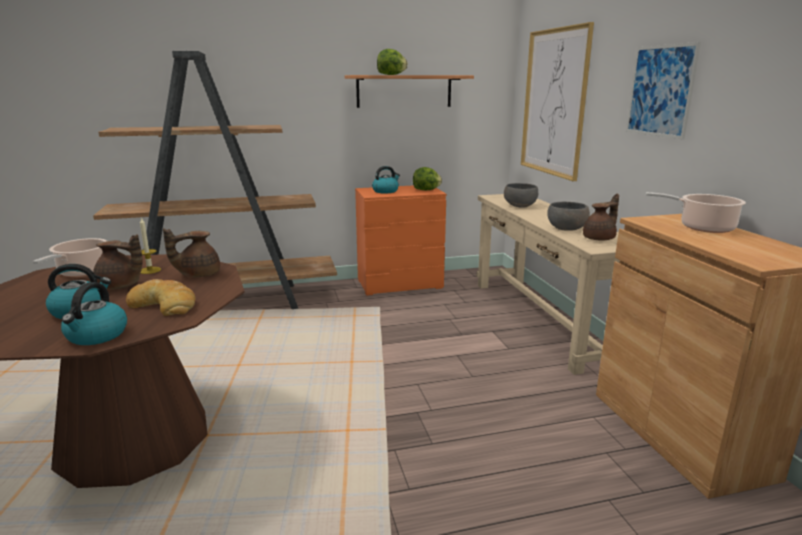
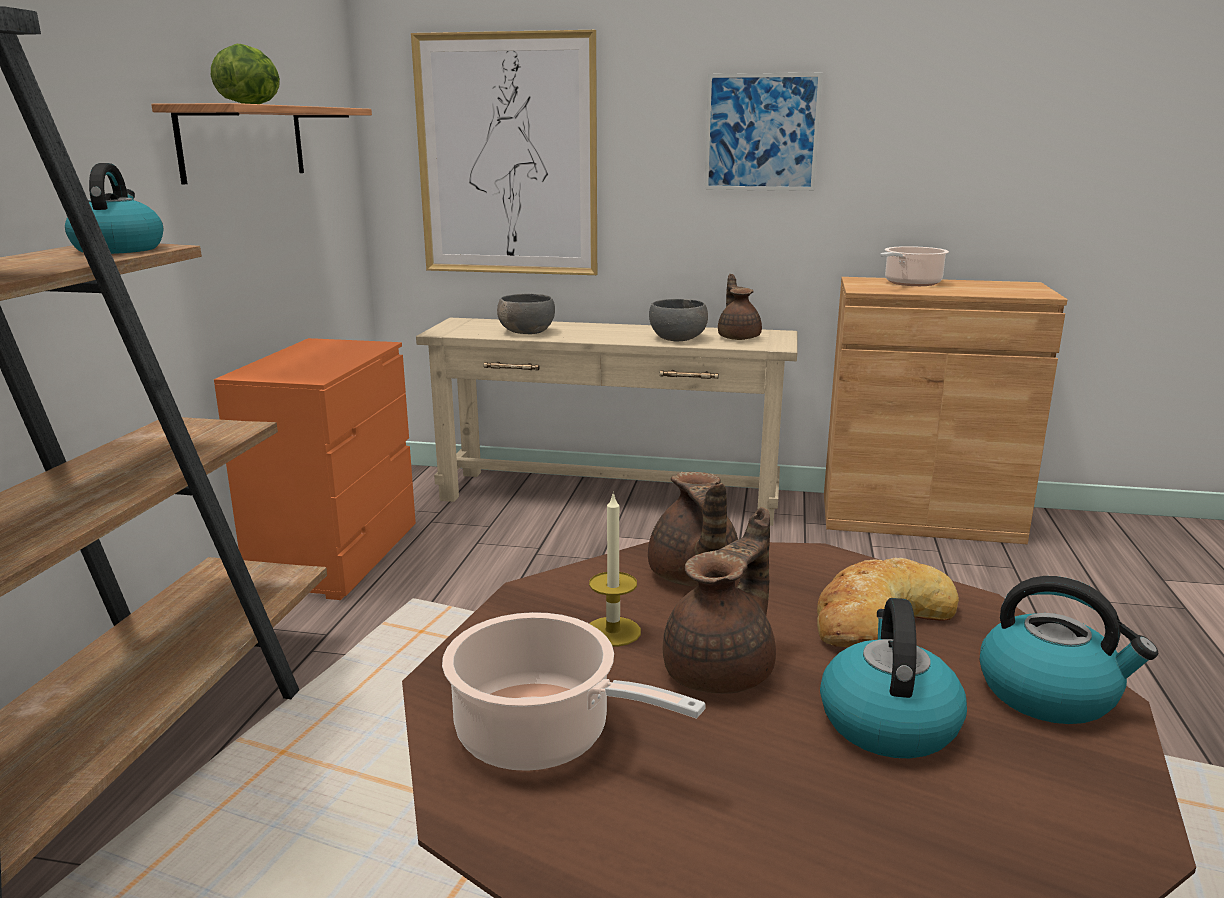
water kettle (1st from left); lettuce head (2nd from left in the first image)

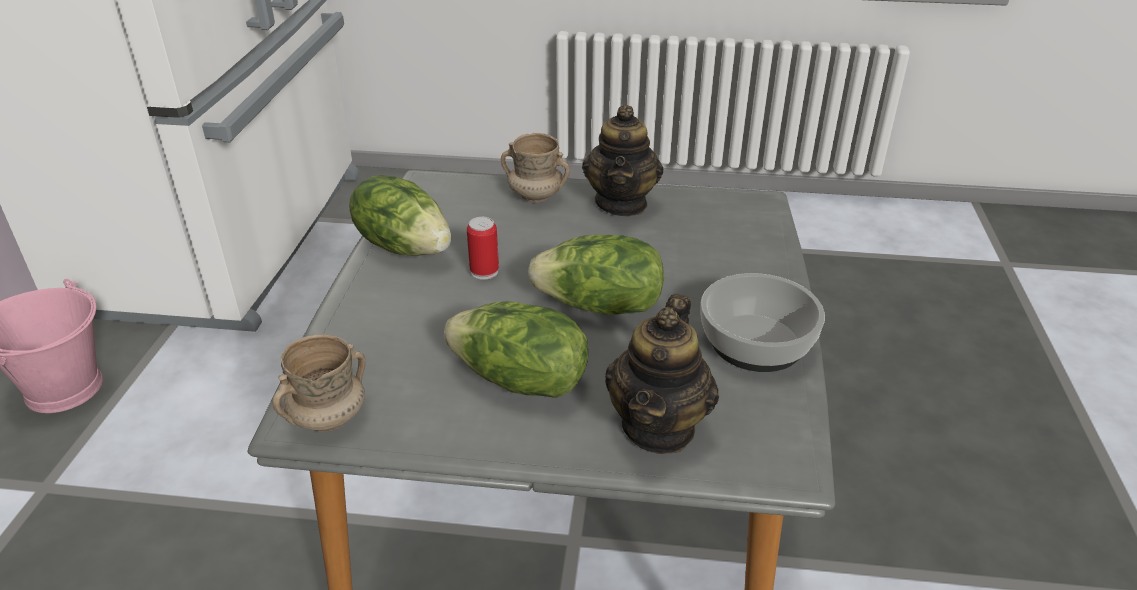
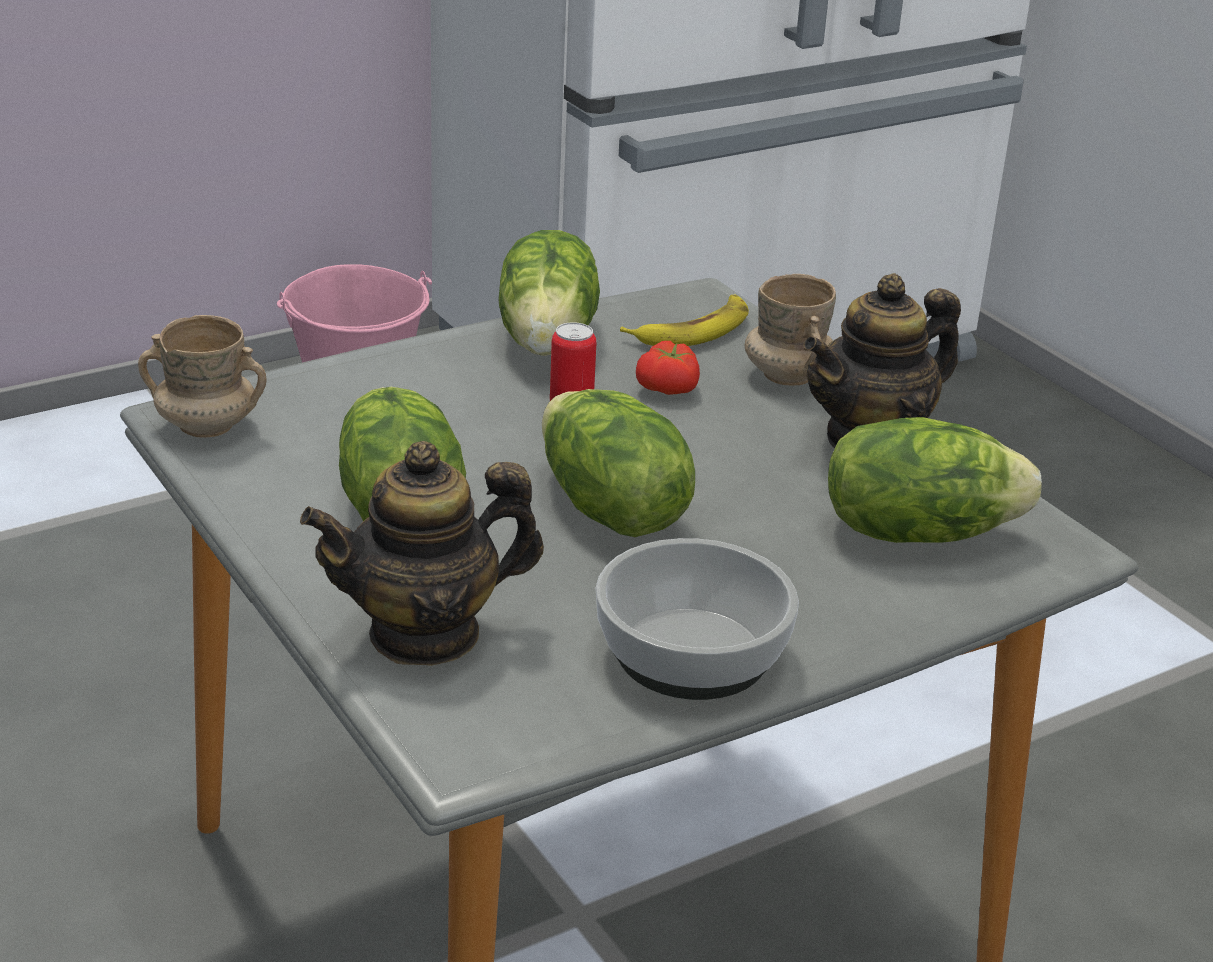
banana fruit; fresh tomato; lettuce head (4th from left)

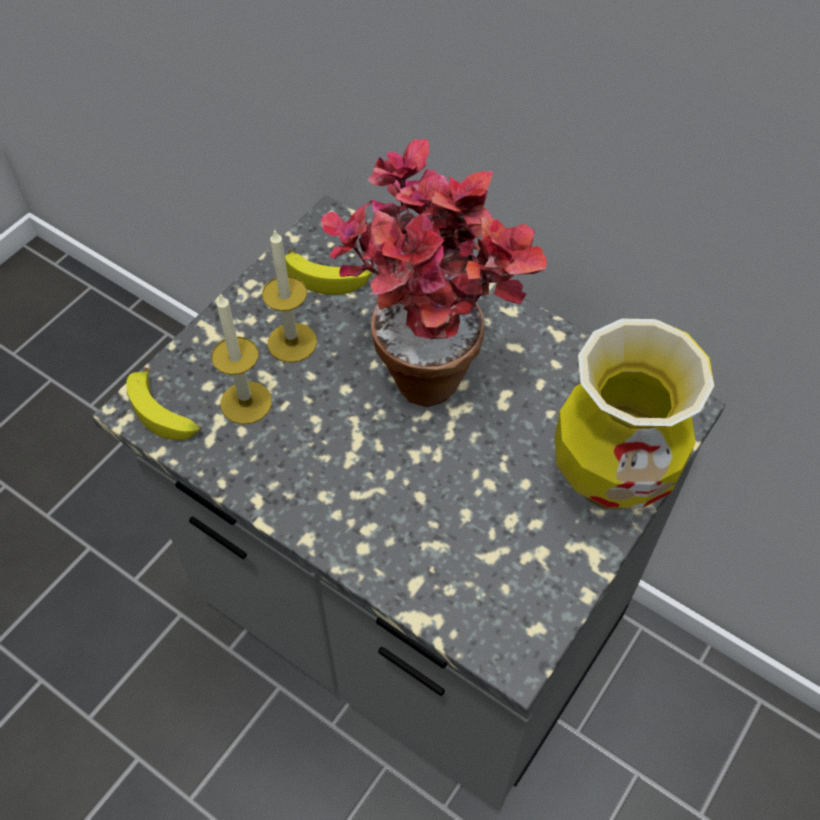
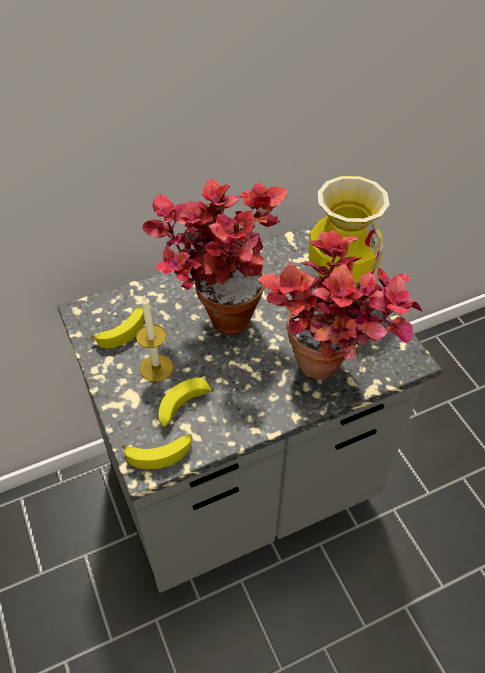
banana fruit (3rd from left); potted plant (2nd from left)

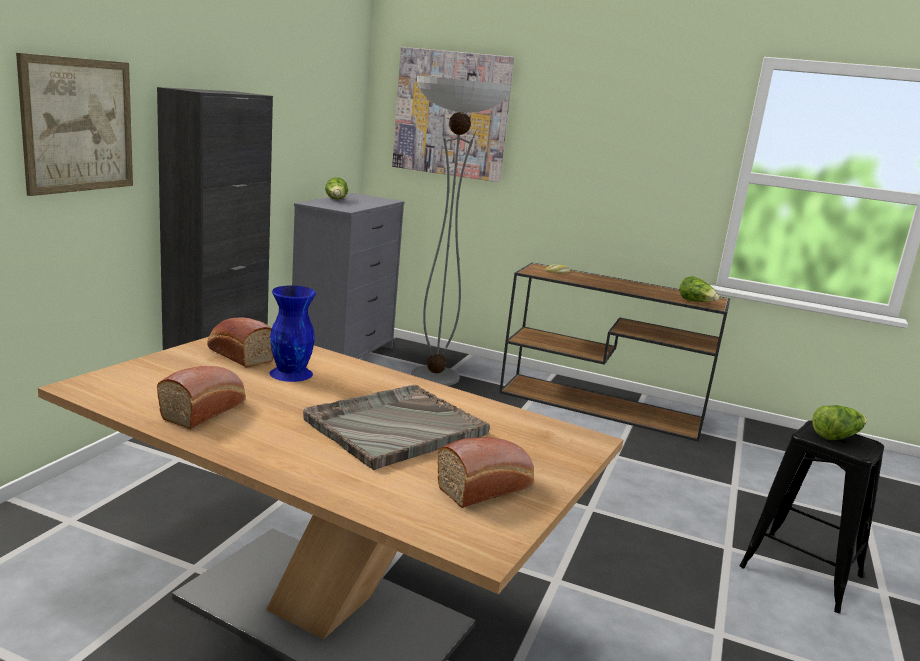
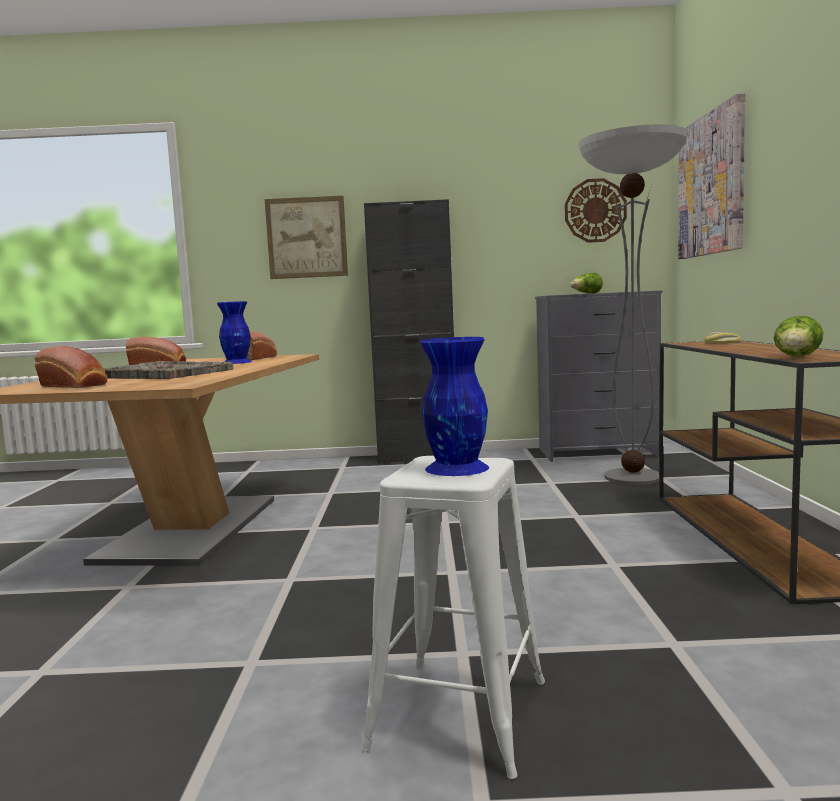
flower vase in bluish (2nd from left); stool seat in white-coloured; wall clock

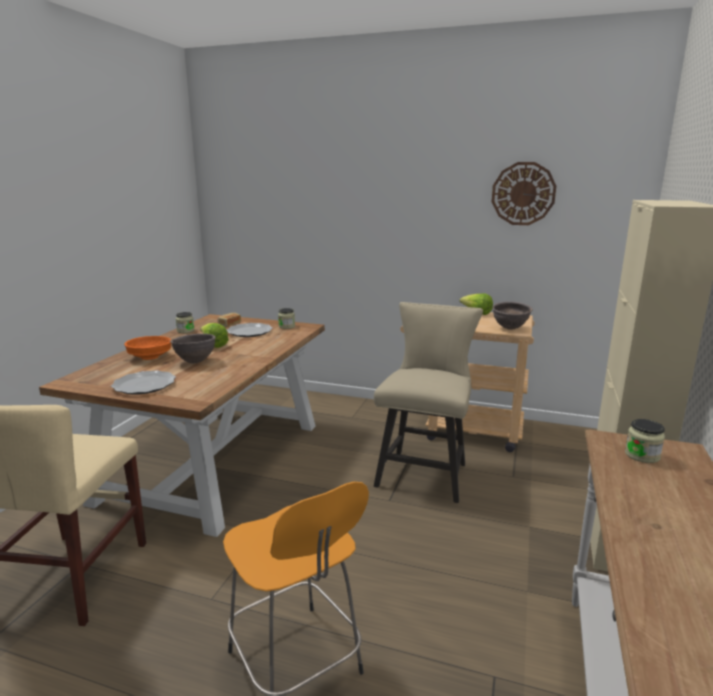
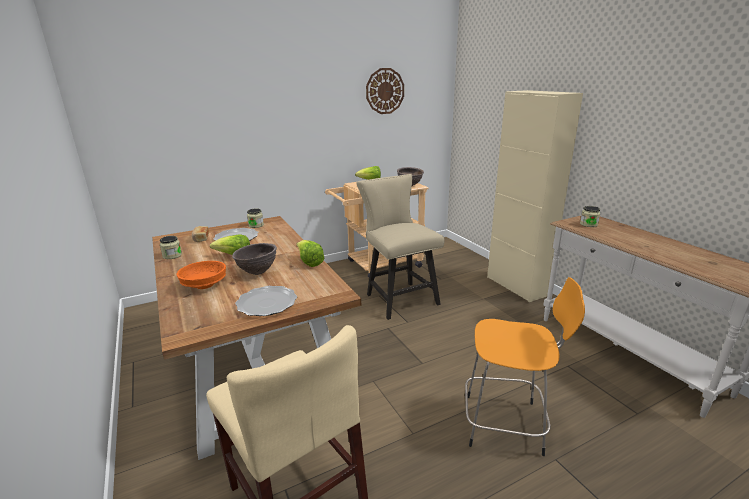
lettuce head (2nd from left)

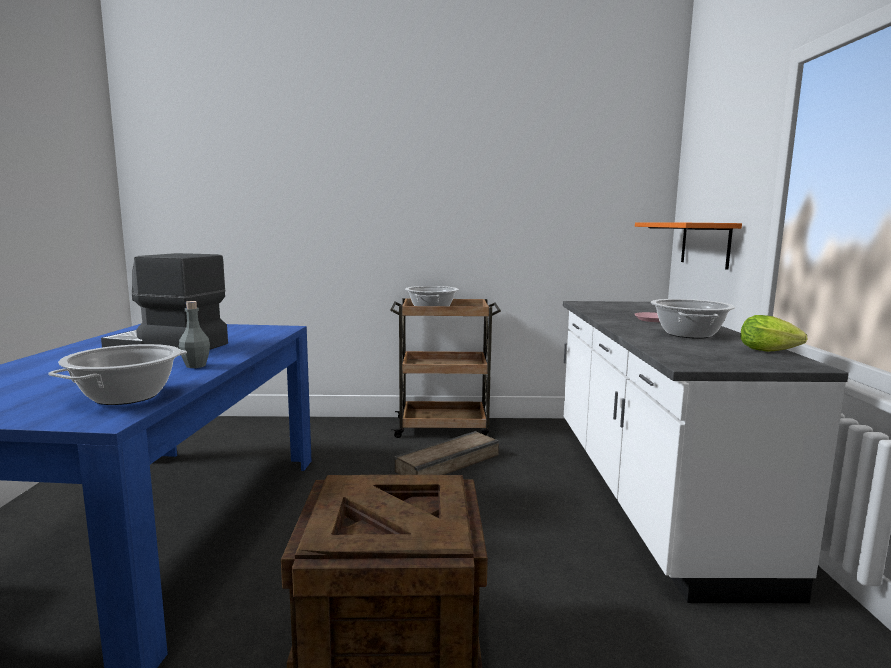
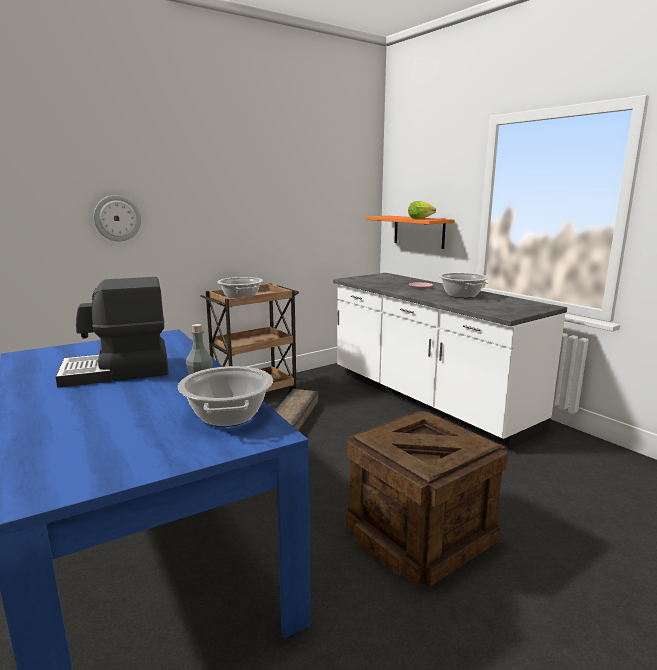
lettuce head; wall clock

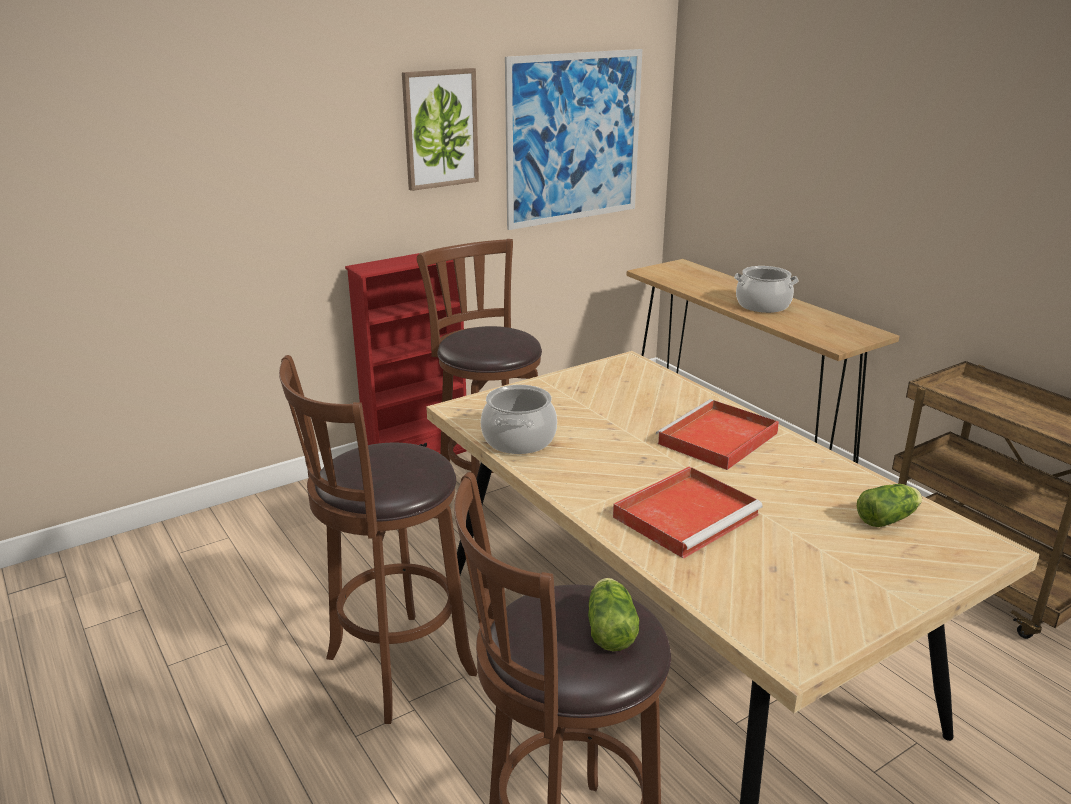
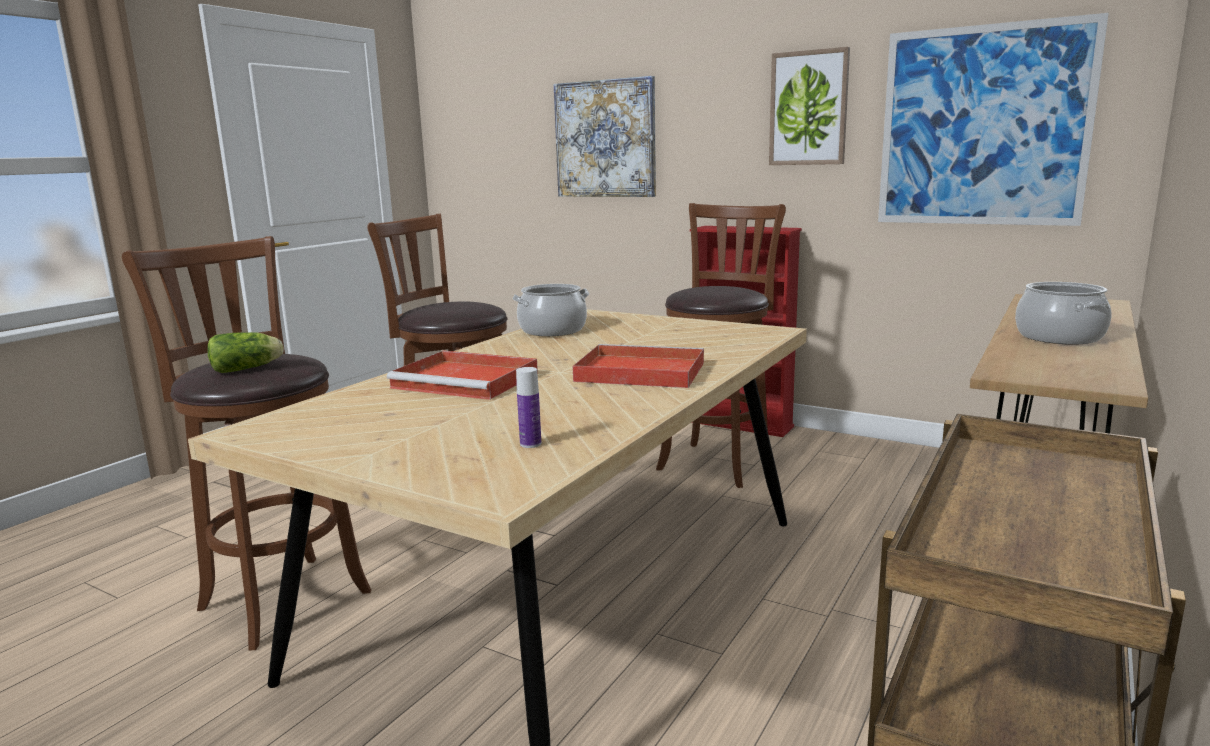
beverage bottle; wall art (1st from left)

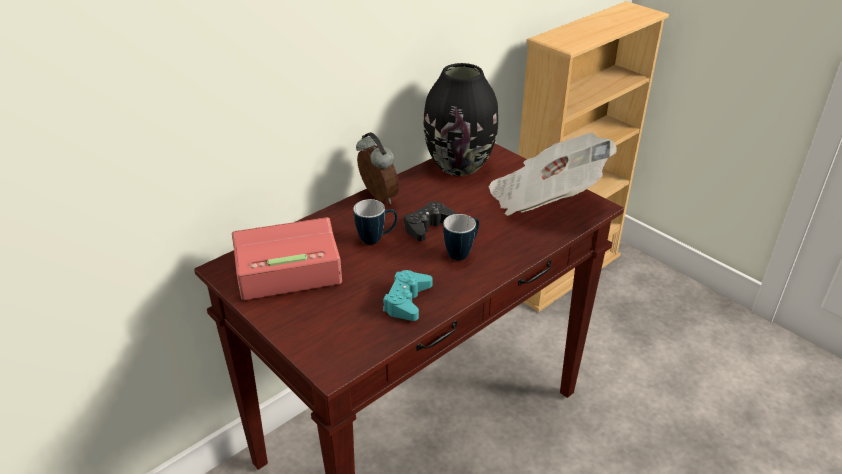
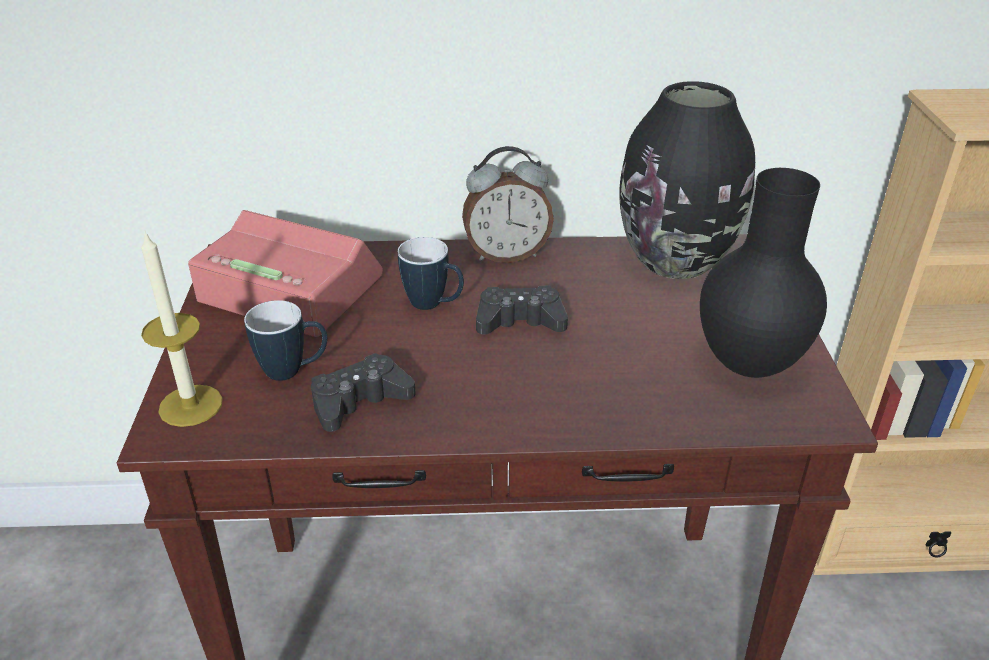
bedside clock (2nd from left); flower vase in black (2nd from left); coffee mug (1st from left); game controller in black (1st from left); wax candle

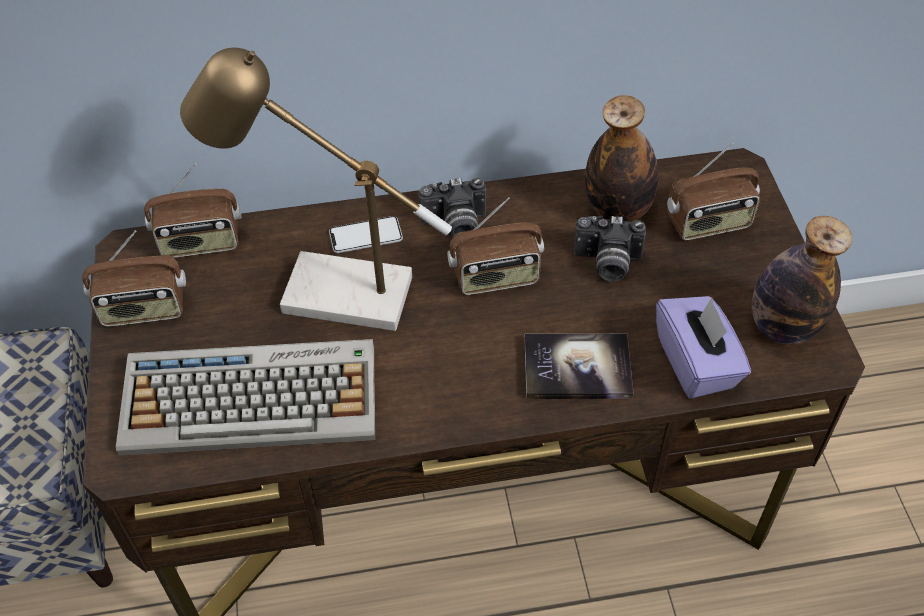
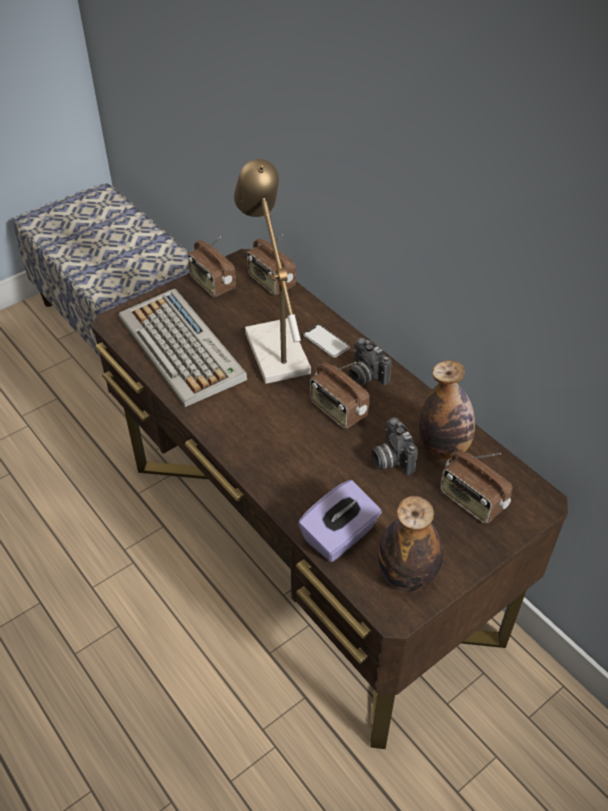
book

